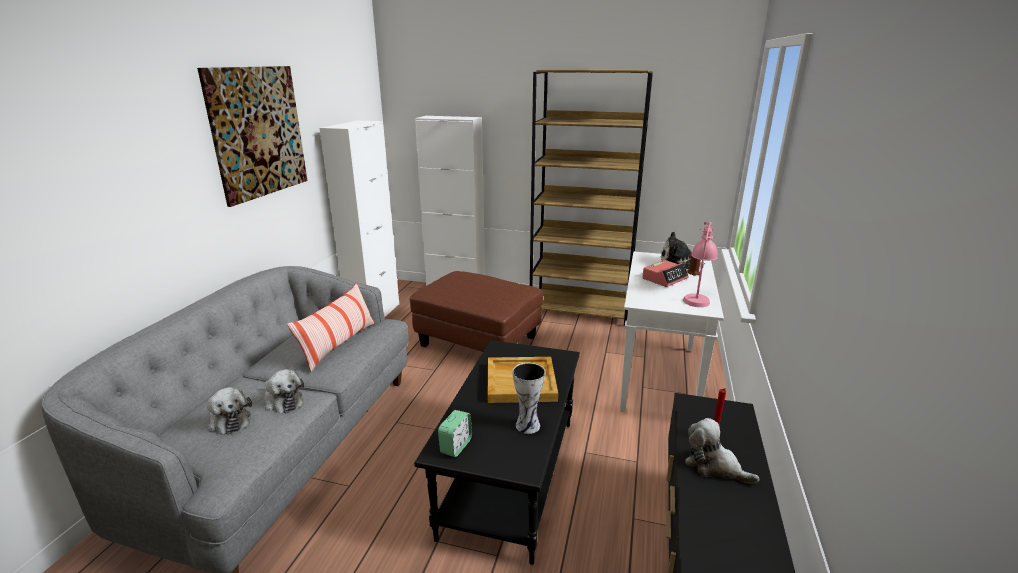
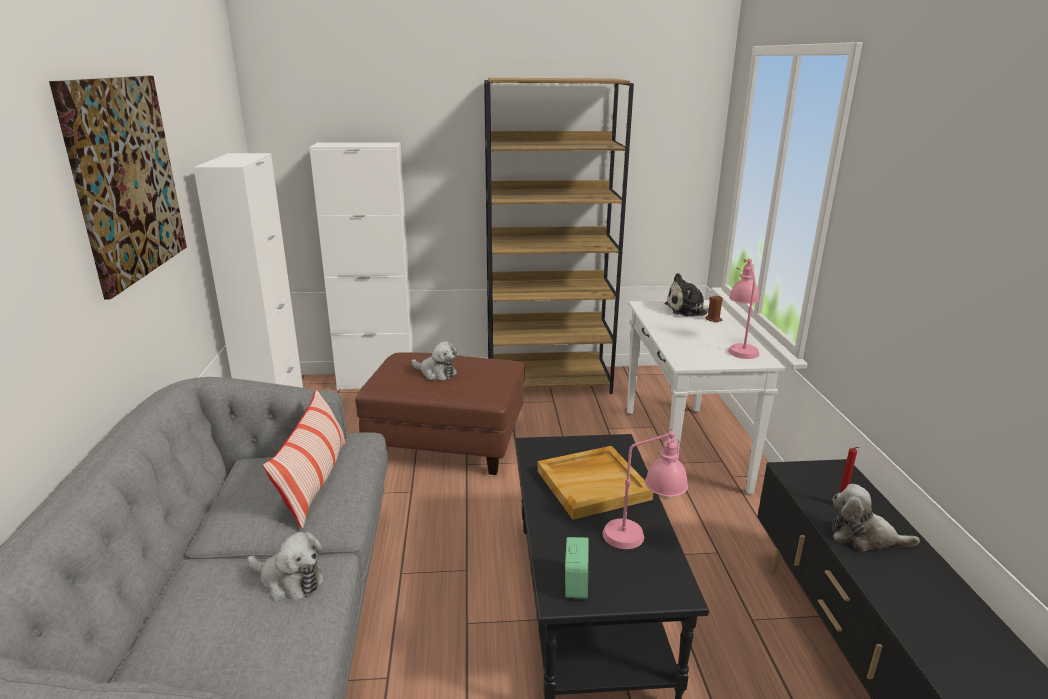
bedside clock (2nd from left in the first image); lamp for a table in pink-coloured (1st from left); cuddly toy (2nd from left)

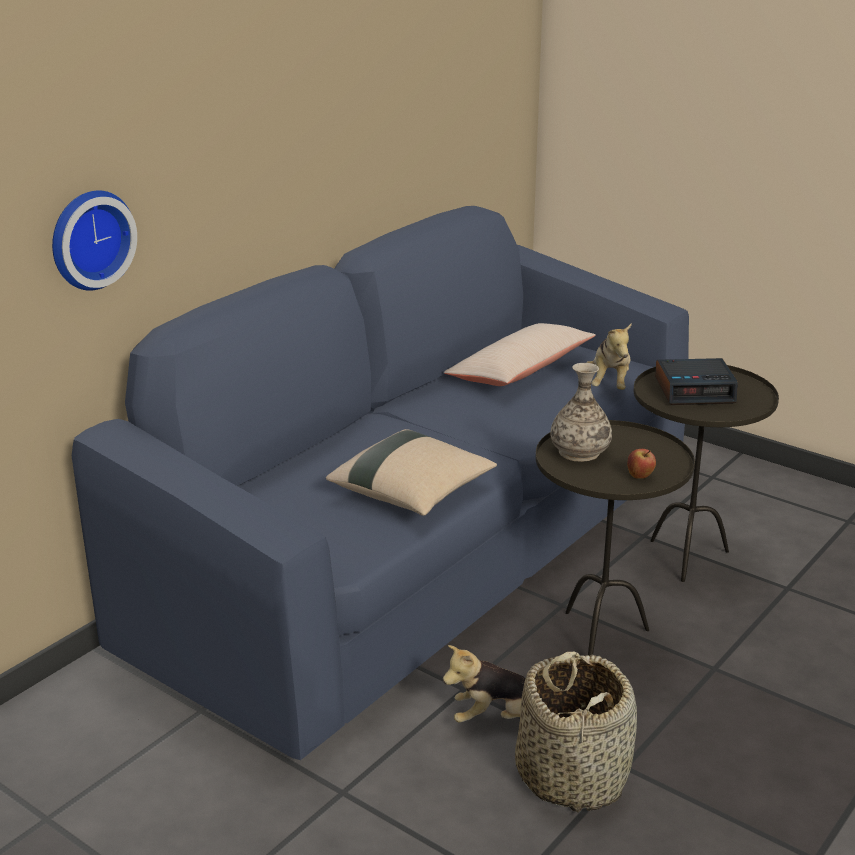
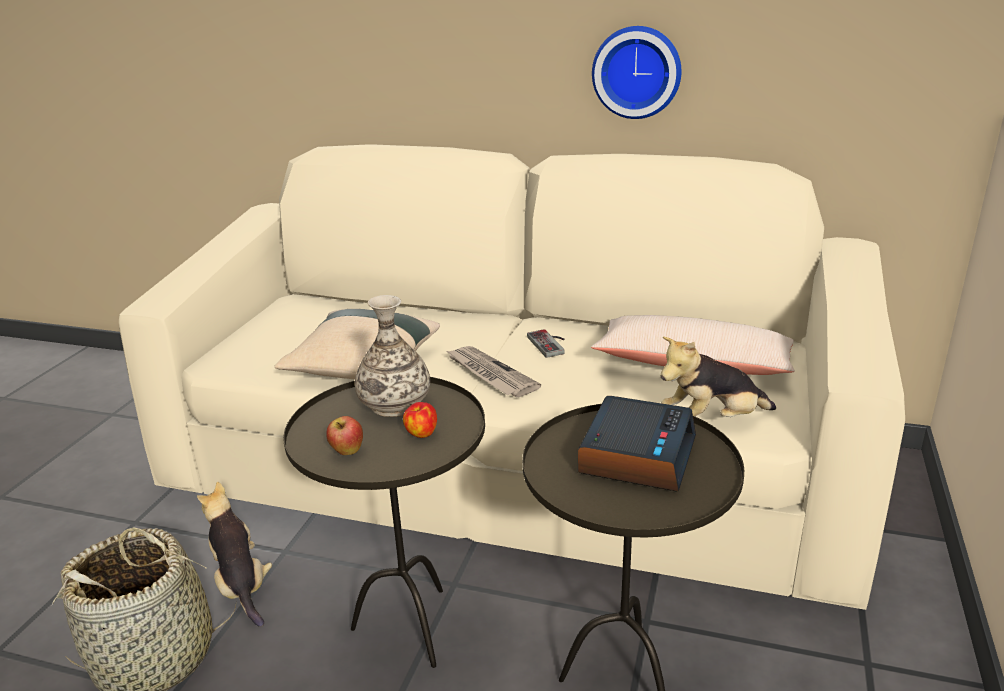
wall clock; settee in sand-coloured; bedside clock; game controller; daily paper; whole apple (2nd from left)

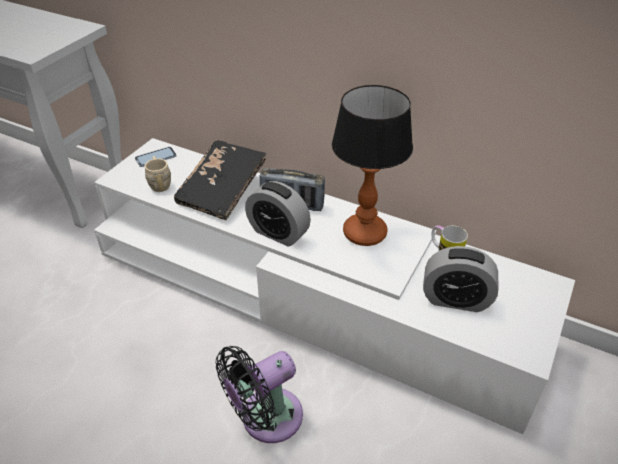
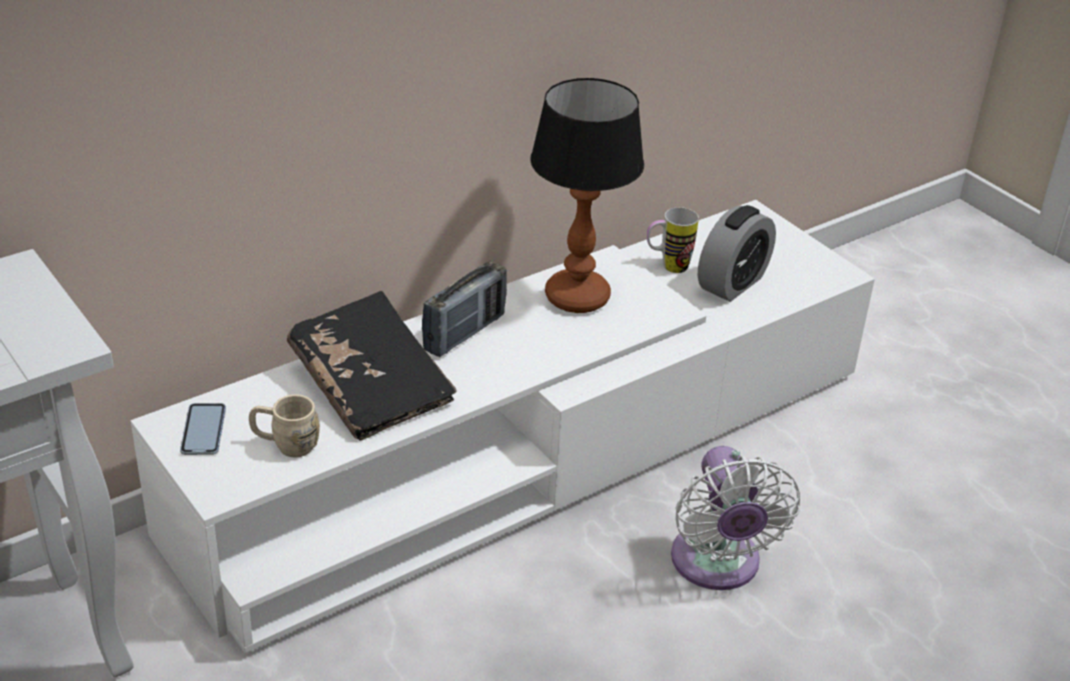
bedside clock (1st from left in the first image); cooling fan in white-coloured

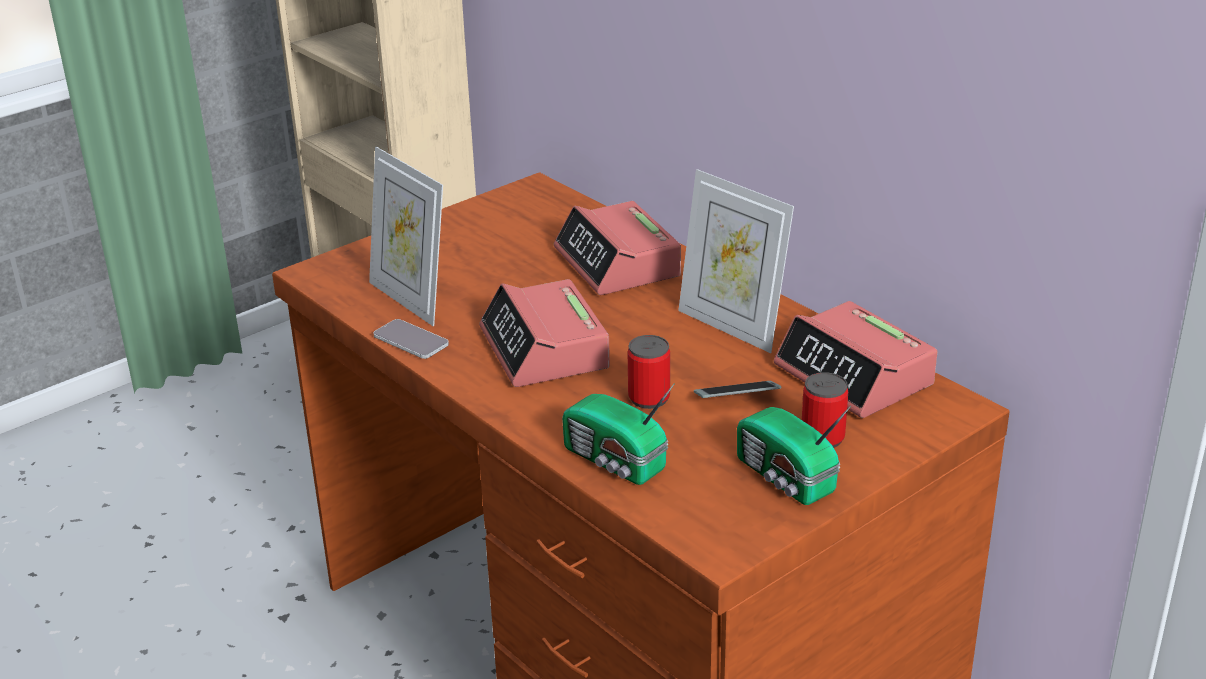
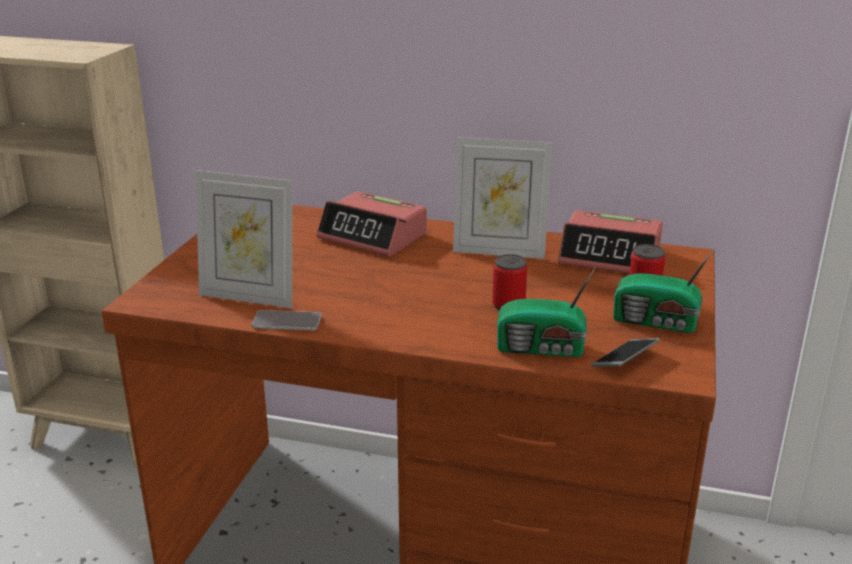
bedside clock (1st from left in the first image); handset (2nd from left)

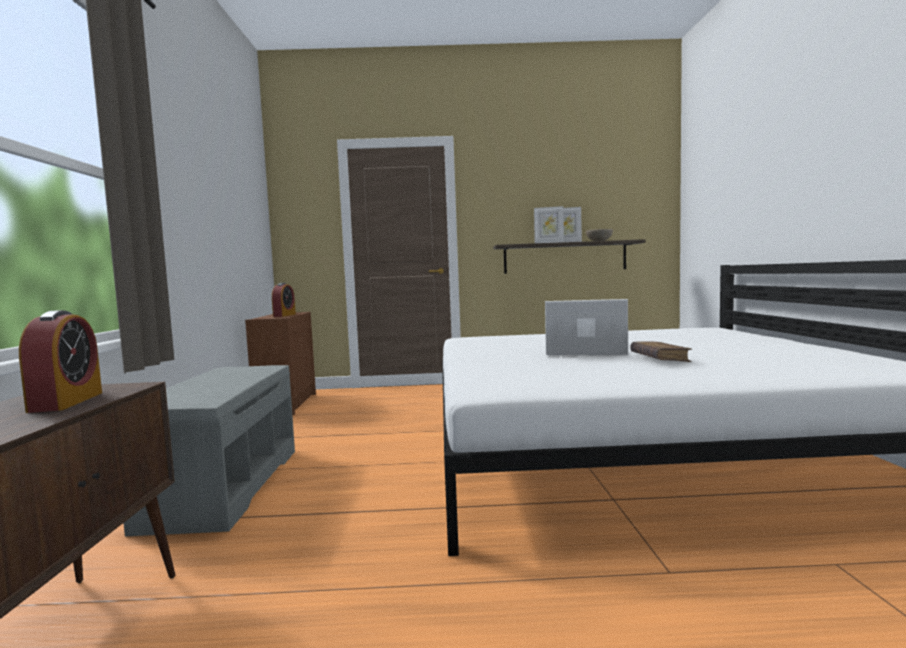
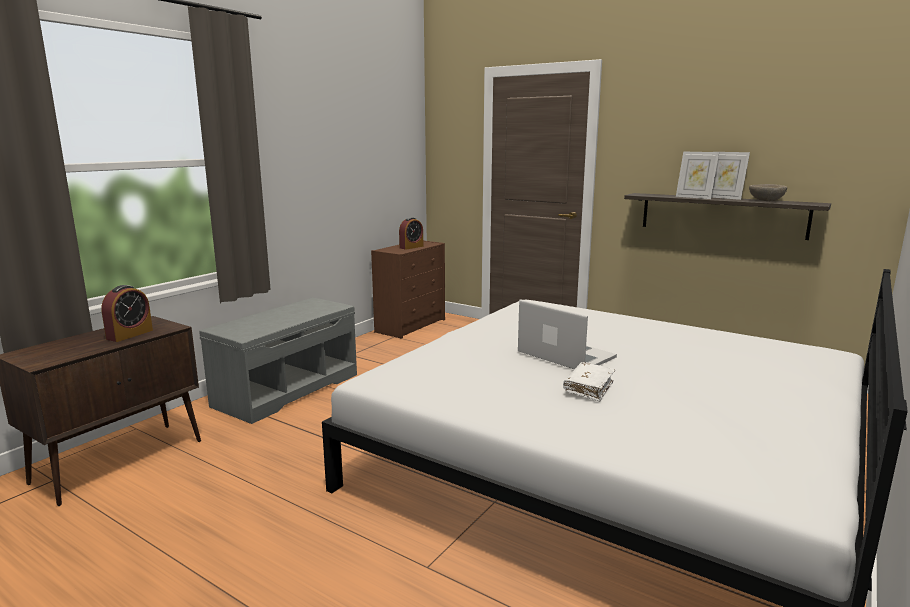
book in white-coloured

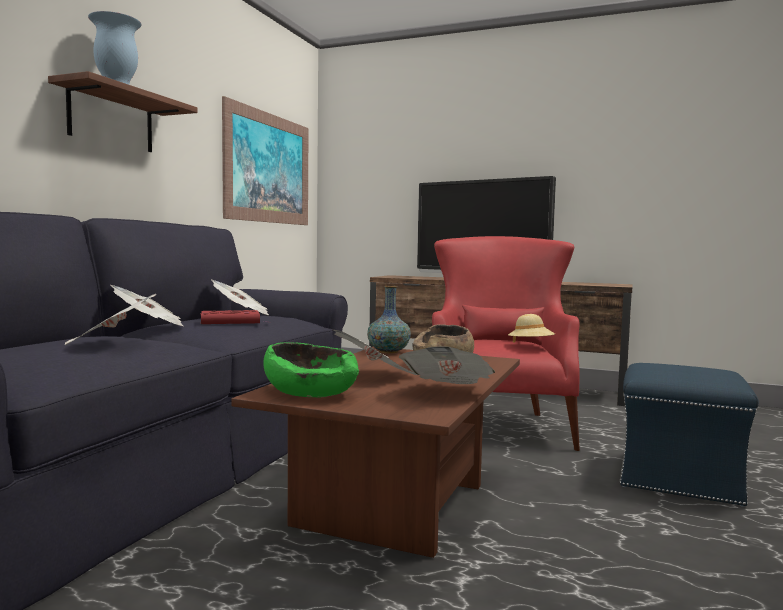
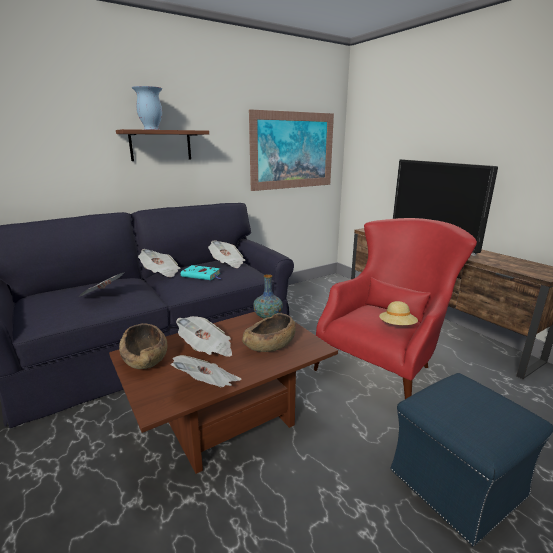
book in turquoise; bowl in brown (1st from left)

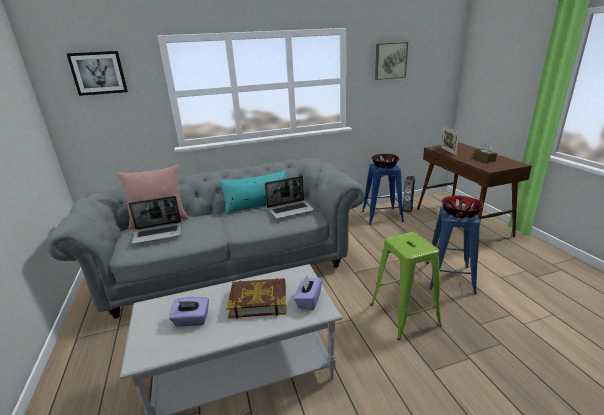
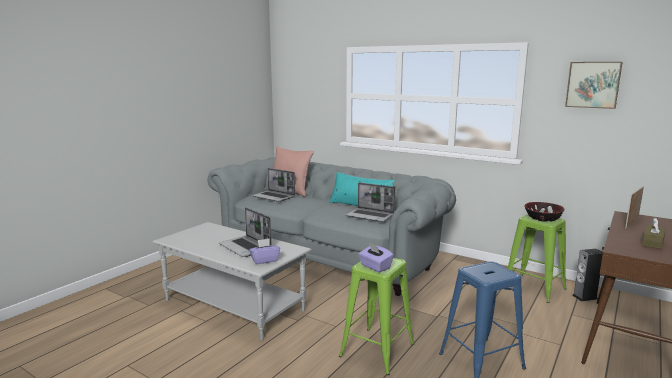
wall art (1st from left in the first image); stool seat in green (2nd from left); bowl (2nd from left in the first image); notebook computer (1st from left); box of tissues in purple (2nd from left)

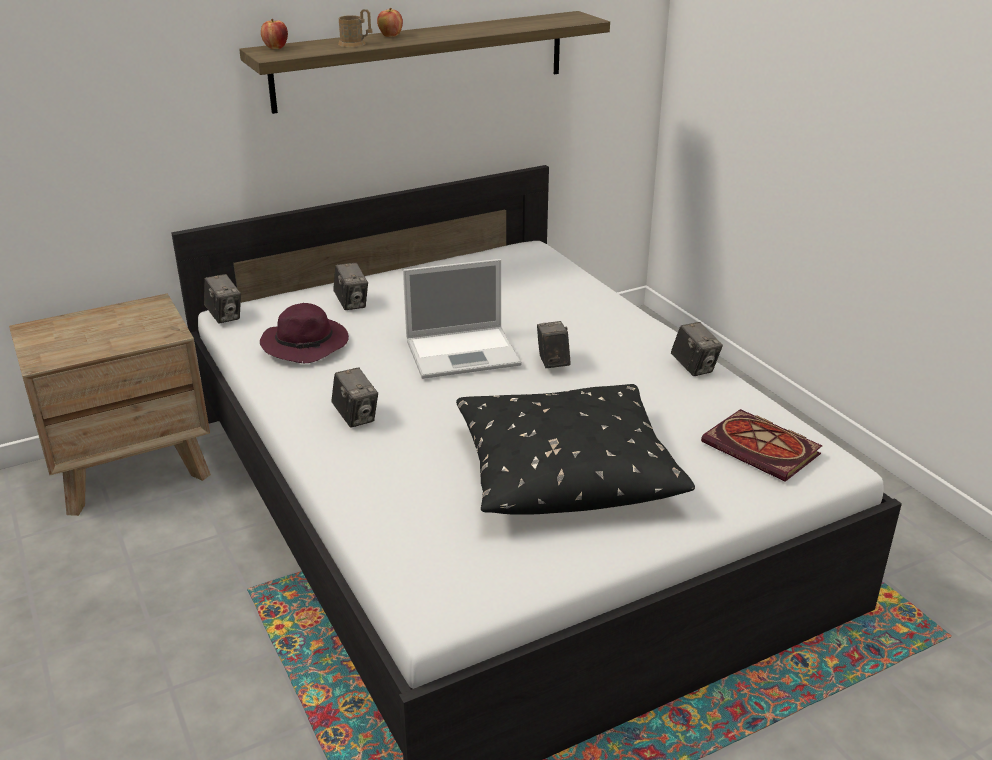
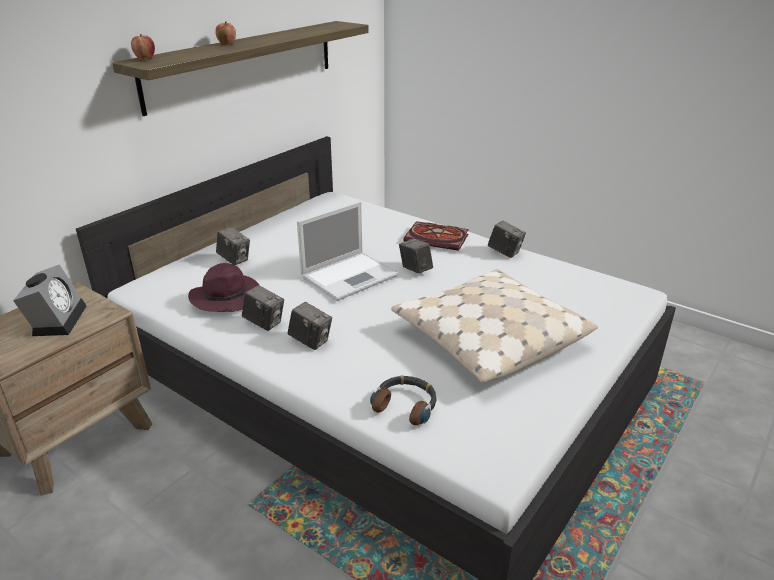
coffee mug in brown; photo camera (2nd from left); cushion in sand-coloured; book; bedside clock; headset

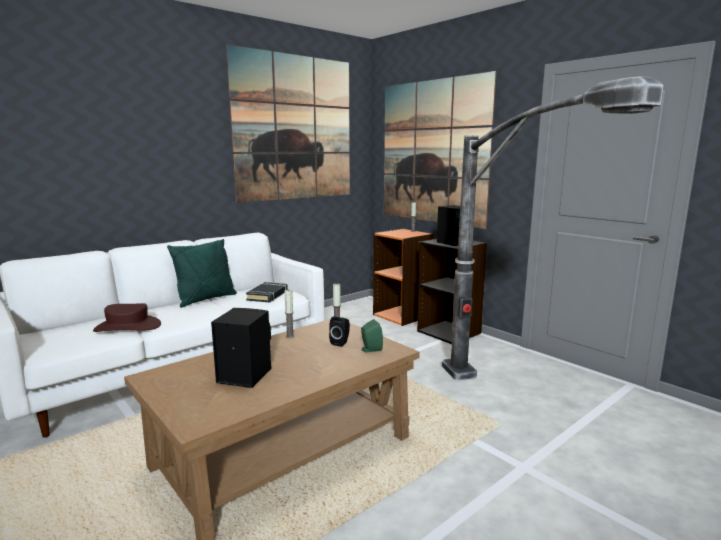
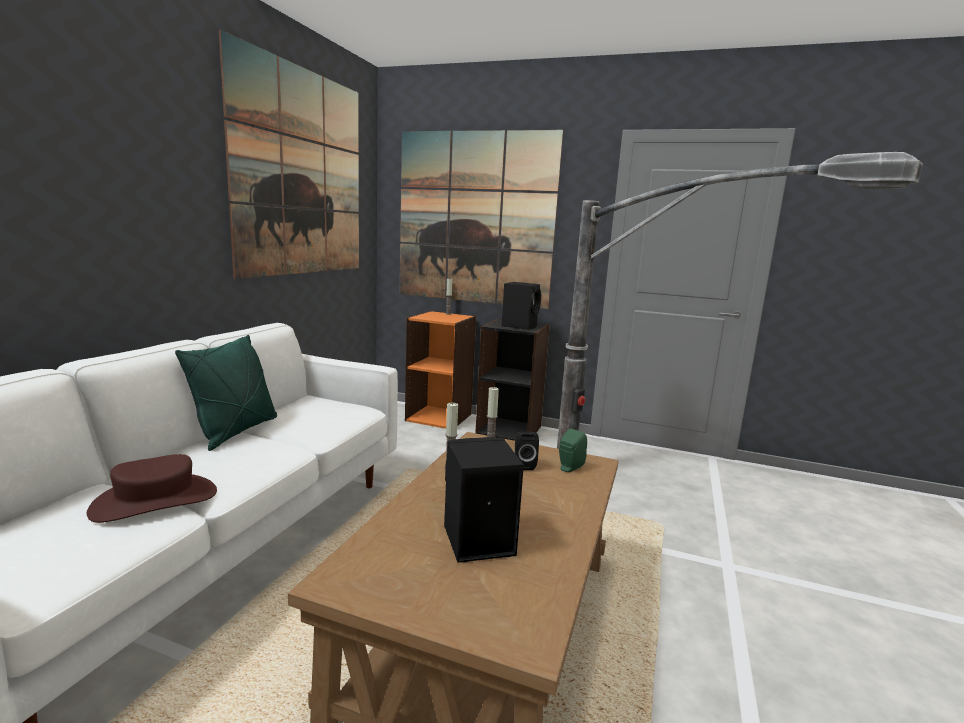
book in black

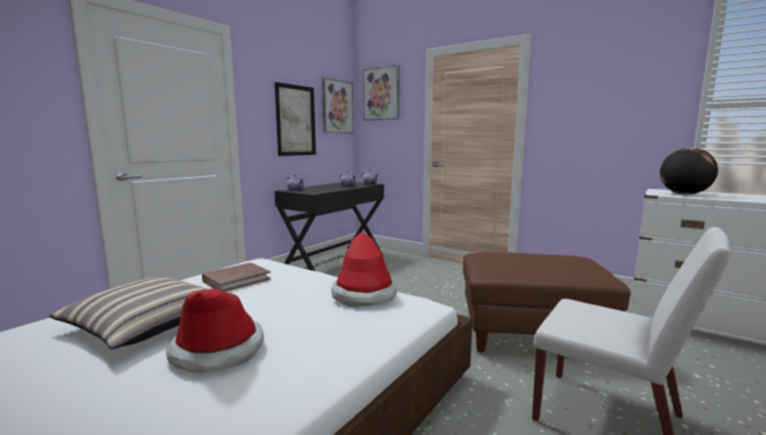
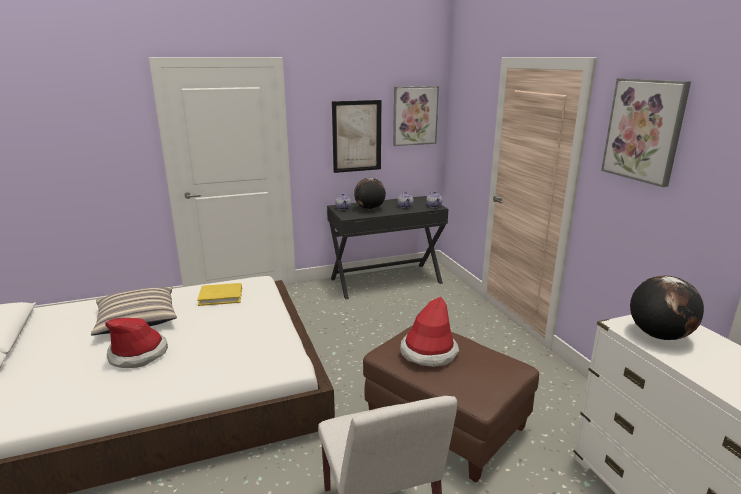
wall art (3rd from left); hat (2nd from left); book in yellow-coloured; globe (1st from left)

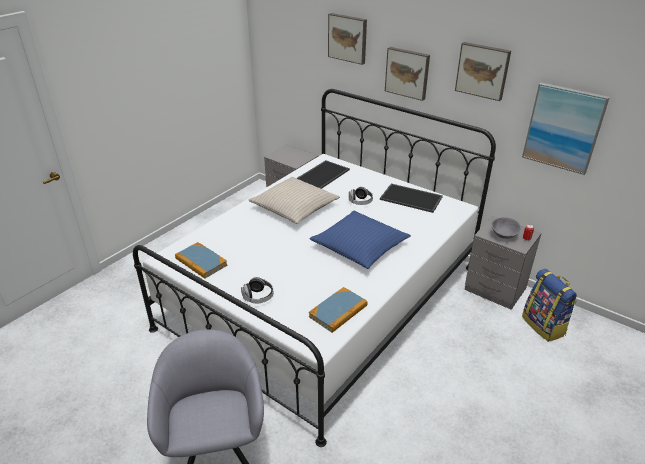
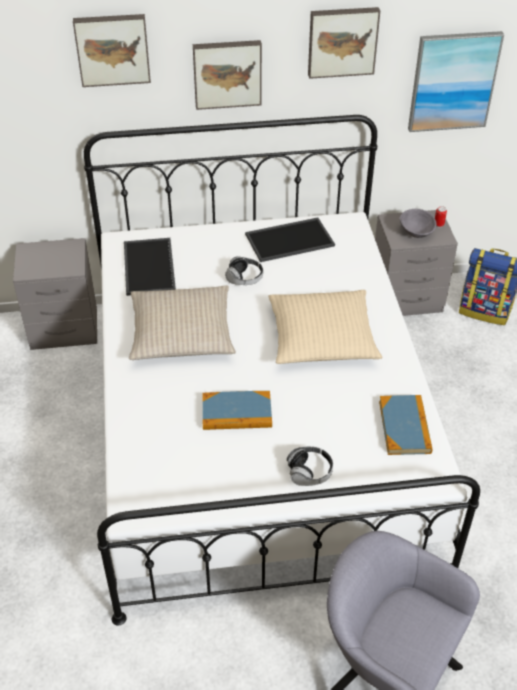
cushion in sand-coloured (2nd from left); book (1st from left)

